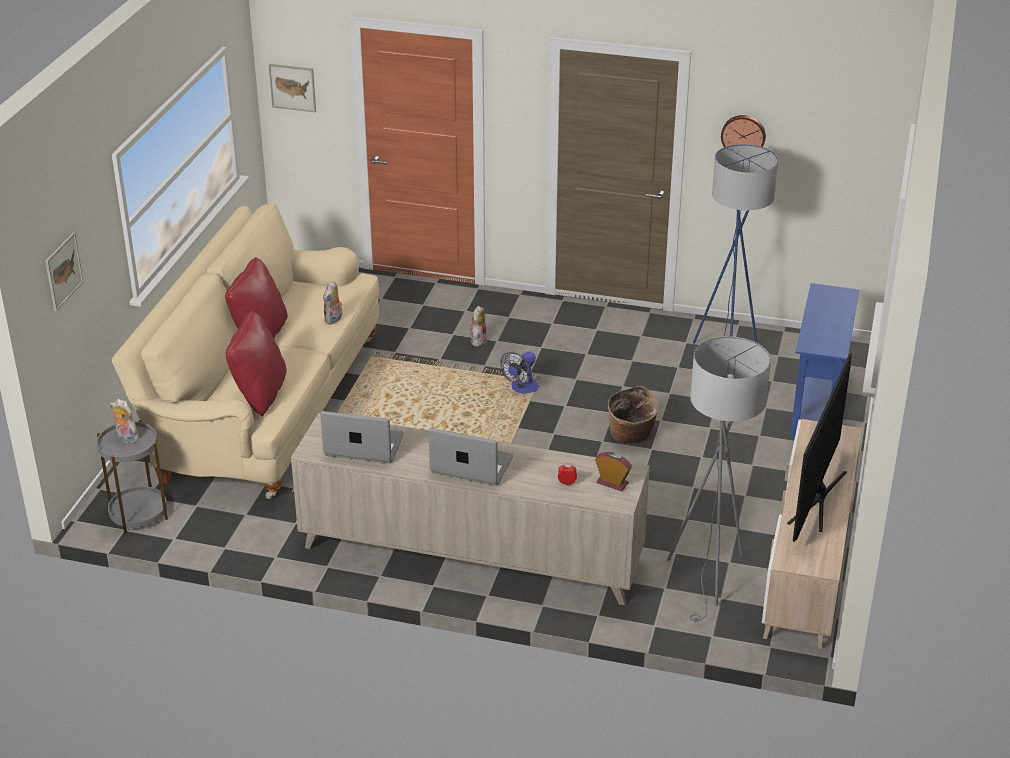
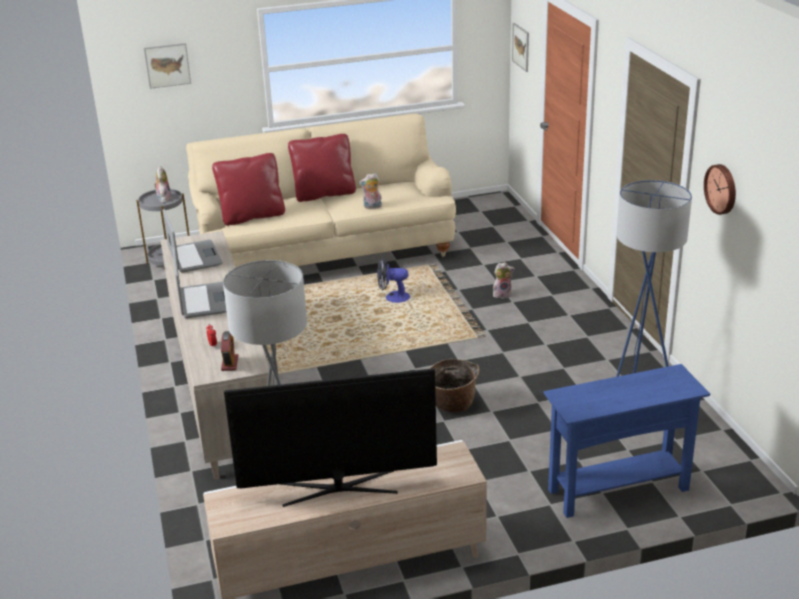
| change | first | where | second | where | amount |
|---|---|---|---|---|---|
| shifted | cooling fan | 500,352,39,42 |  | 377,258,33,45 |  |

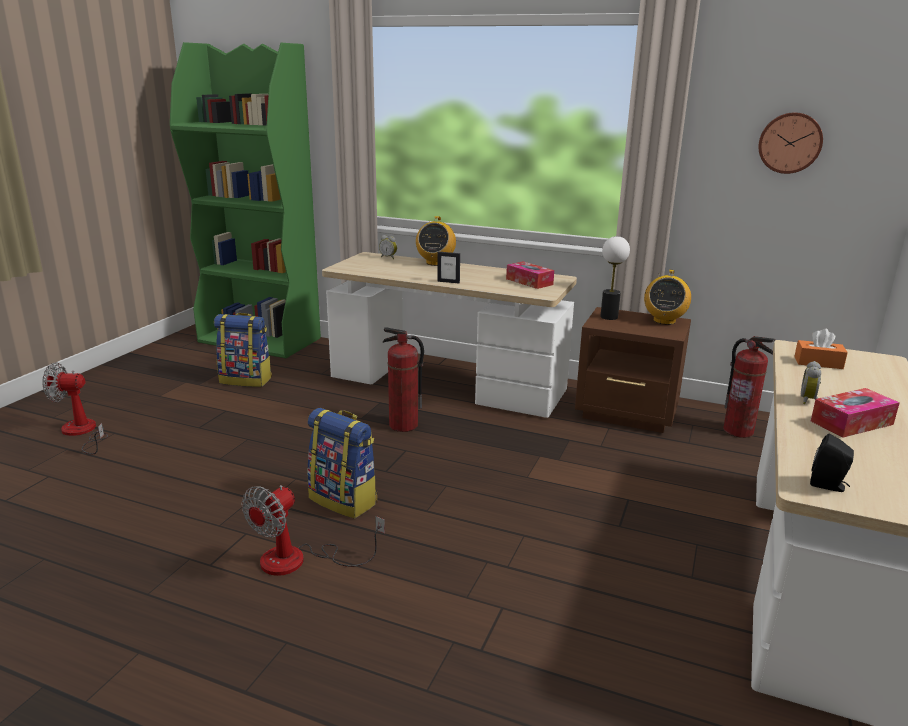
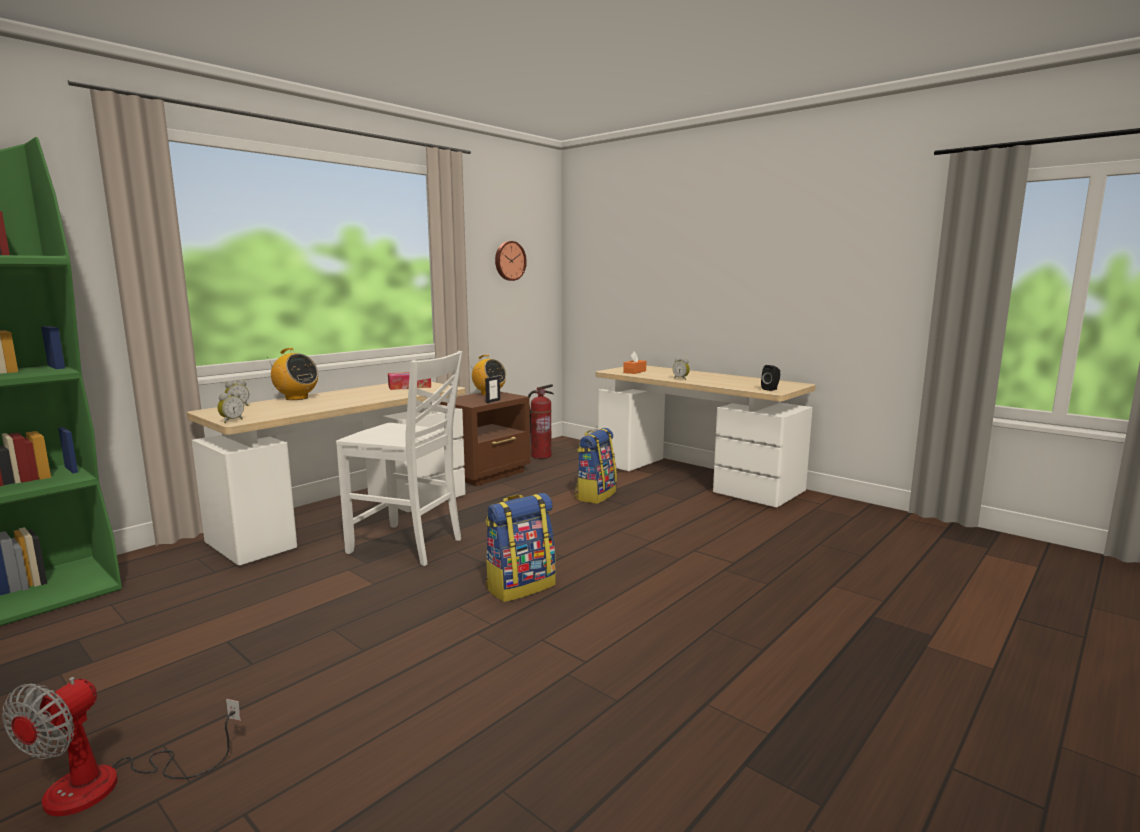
| change | first | where | second | where | amount |
|---|---|---|---|---|---|
| gone | cooling fan | 241,485,144,91 |  |  |  |
| gone | tabletop lamp | 600,236,30,84 |  |  |  |
| gone | box of tissues | 811,388,89,50 |  |  |  |
| new |  |  | alarm clock | 217,391,27,32 |  |
| shifted | knapsack | 214,313,58,74 |  | 574,428,43,76 |  |
| shifted | standing frame | 437,252,23,31 |  | 485,376,15,27 |  |
| swapped | extinguisher | 382,327,42,105 | upright chair/white | 336,351,127,215 |  |

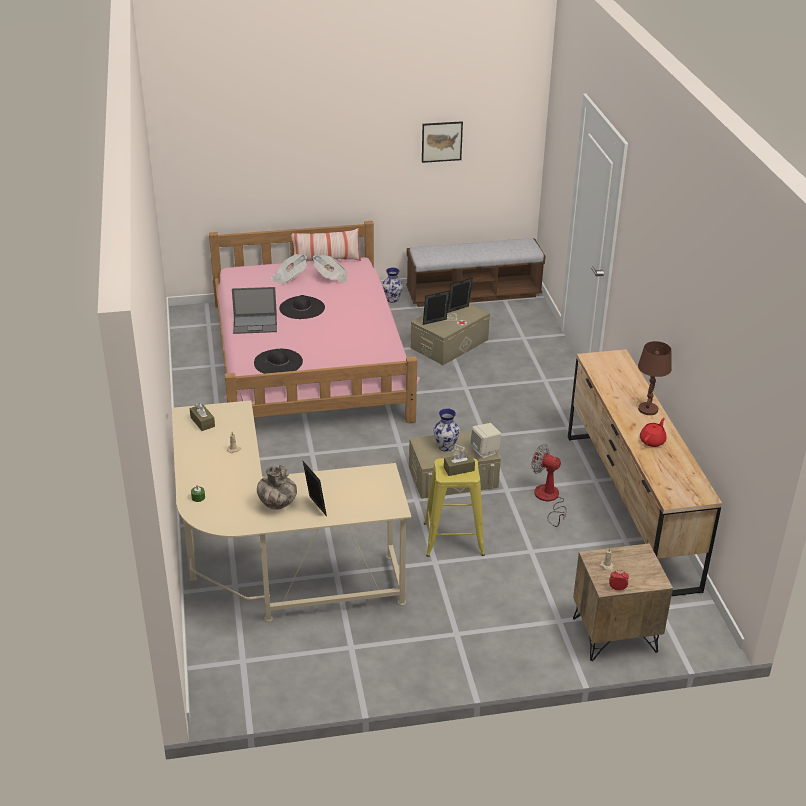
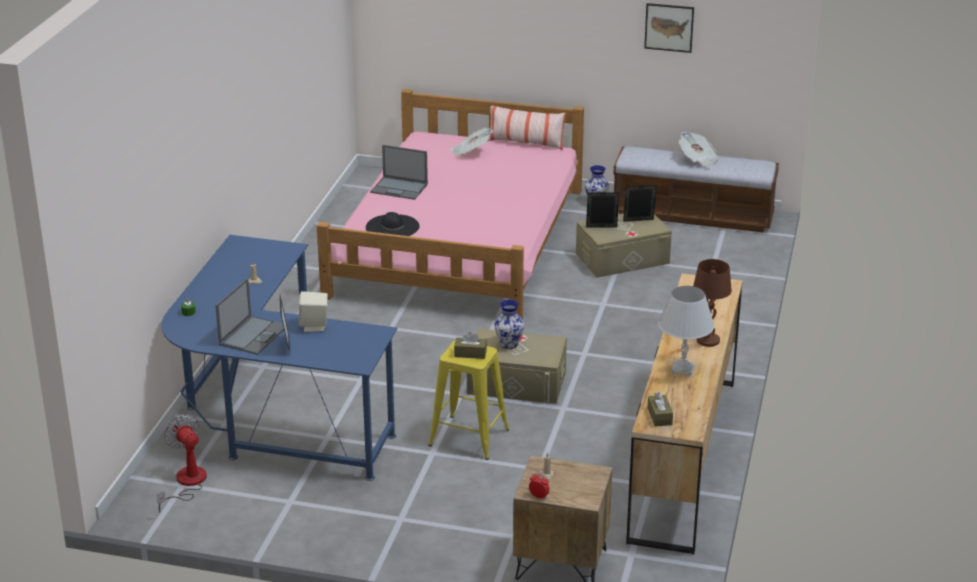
| change | first | where | second | where | amount |
|---|---|---|---|---|---|
| gone | hat/black-coloured | 279,295,46,24 |  |  |  |
| shifted | box of tissues/brown-coloured | 190,403,25,28 |  | 648,392,25,35 |  |
| shifted | newspaper | 313,255,35,29 |  | 679,132,40,37 |  |
| shifted | speaker/sand-coloured | 470,423,31,35 |  | 299,291,29,41 |  |
| shifted | cooling fan | 531,444,36,83 |  | 157,414,50,99 |  |
| swapped | flower vase | 257,465,40,45 | portable computer | 216,278,72,77 |  |
| swapped | tea pot/red | 640,418,27,29 | tabletop lamp/white | 658,286,56,91 |  |
| repainted | desk table/sand-coloured | 172,400,240,222 | desk table/bluish | 161,235,236,246 |  |

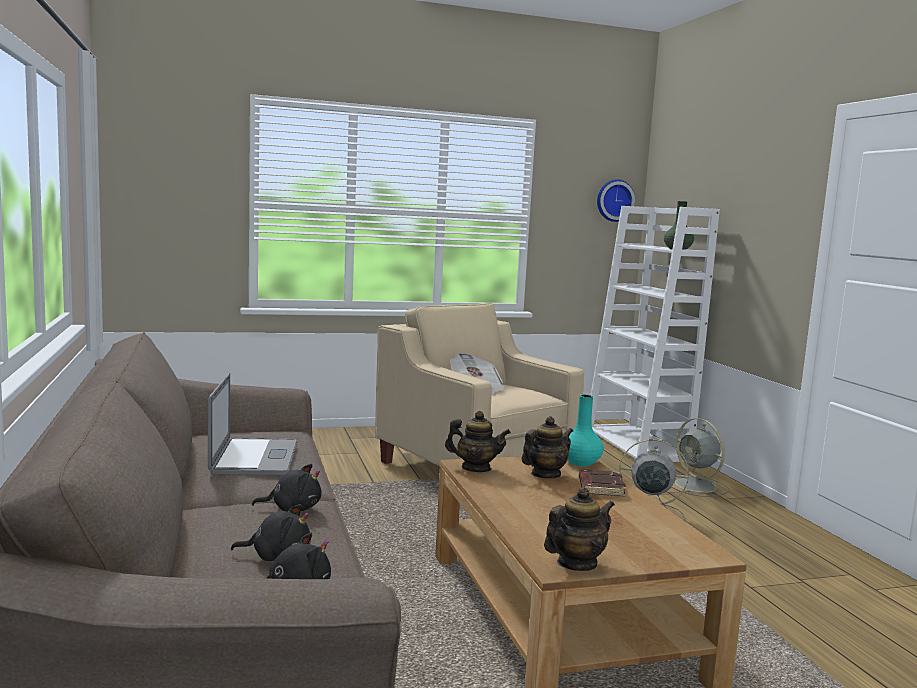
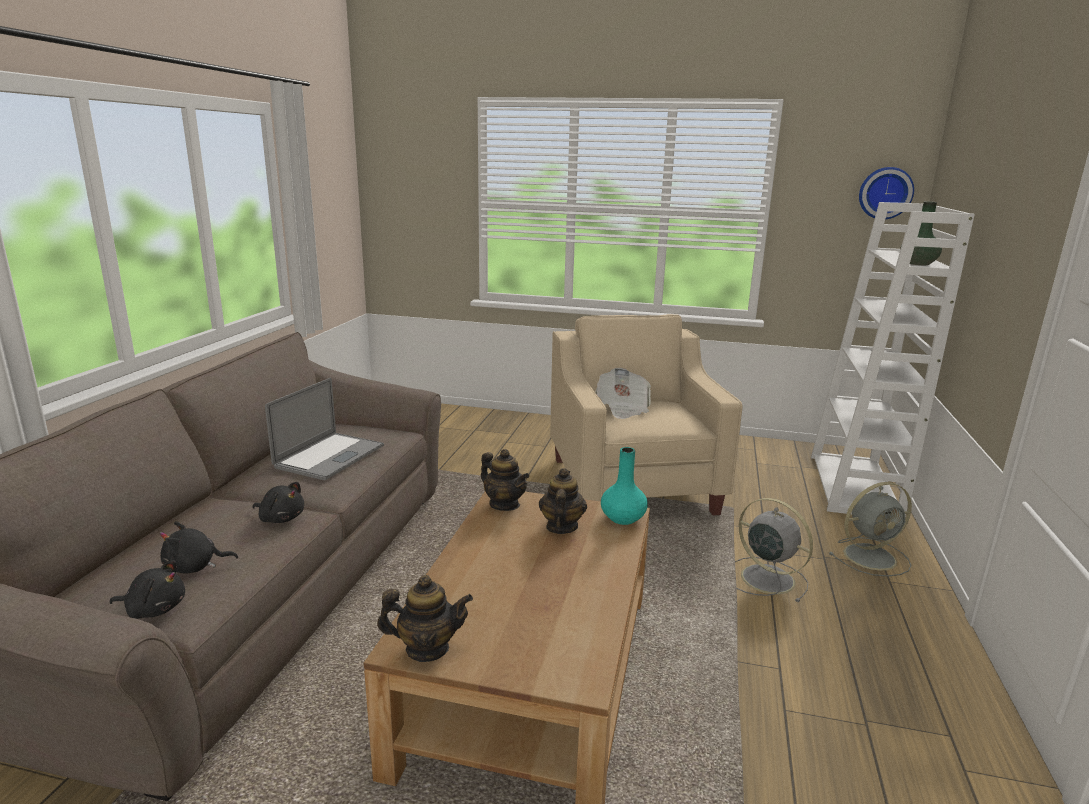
| change | first | where | second | where | amount |
|---|---|---|---|---|---|
| gone | volume/brown-coloured | 579,469,47,28 |  |  |  |
| rotated | soft toy/black-coloured | 231,504,80,57 |  | 160,521,78,53 | 135 degrees clockwise |
| rotated | tea pot | 522,416,51,62 |  | 539,468,48,66 | 75 degrees counterclockwise |
| rotated | cooling fan/grey | 671,418,59,79 |  | 829,482,83,95 | 105 degrees counterclockwise |

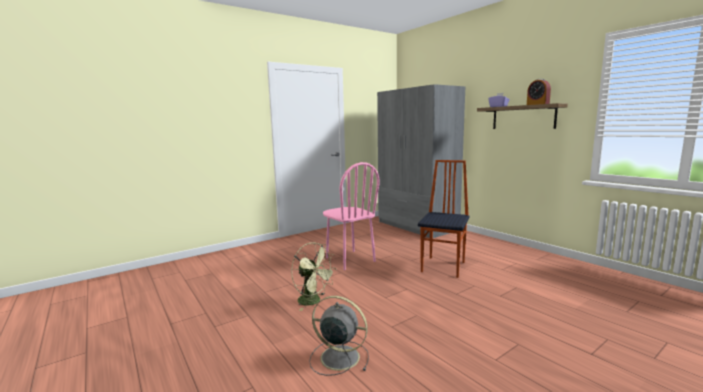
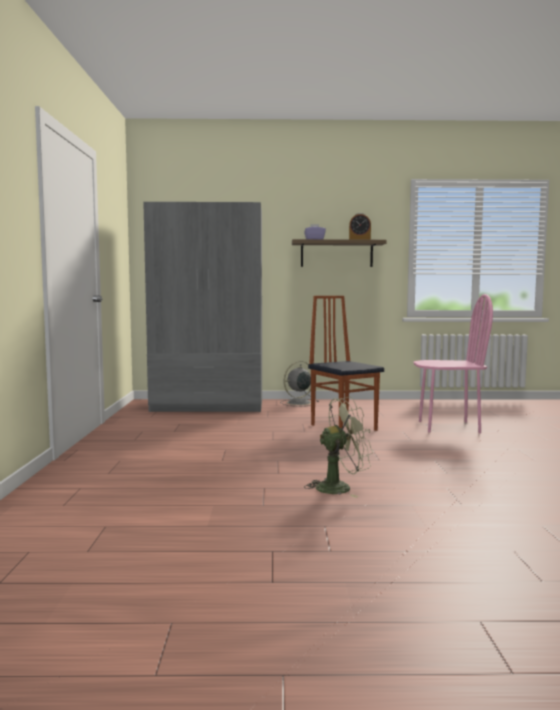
| change | first | where | second | where | amount |
|---|---|---|---|---|---|
| shifted | cooling fan/grey | 309,296,60,80 |  | 280,361,39,46 |  |
| shifted | upright chair/pinkish | 323,162,57,108 |  | 414,294,79,139 |  |

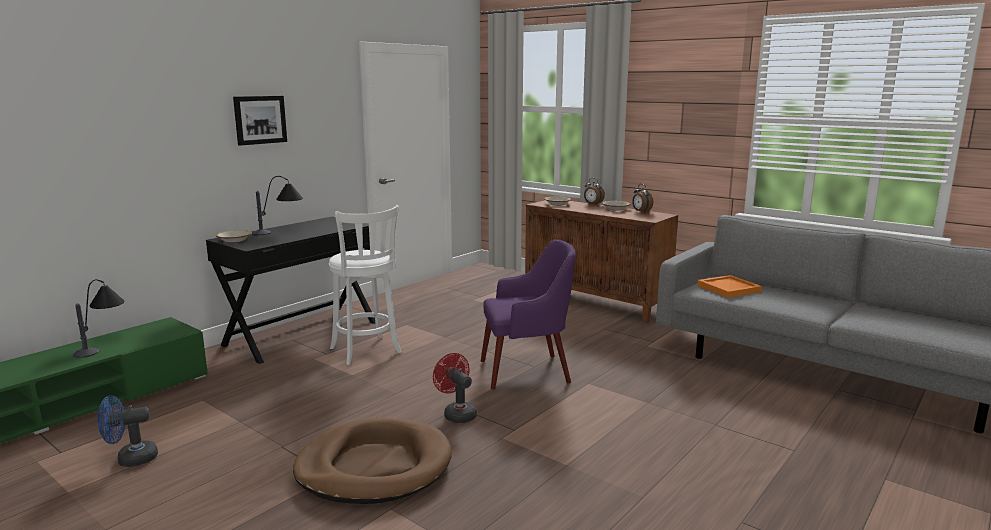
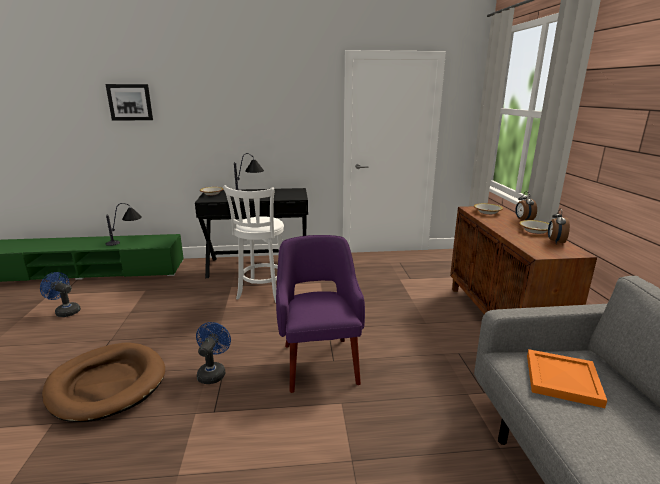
| change | first | where | second | where | amount |
|---|---|---|---|---|---|
| shifted | wall picture | 233,96,54,50 |  | 105,84,48,37 |  |
| repainted | cooling fan/red | 433,353,44,70 | cooling fan/bluish | 196,322,35,62 |  |
| rotated | lounge chair/purplish | 481,239,95,151 |  | 276,235,89,158 | 135 degrees counterclockwise |

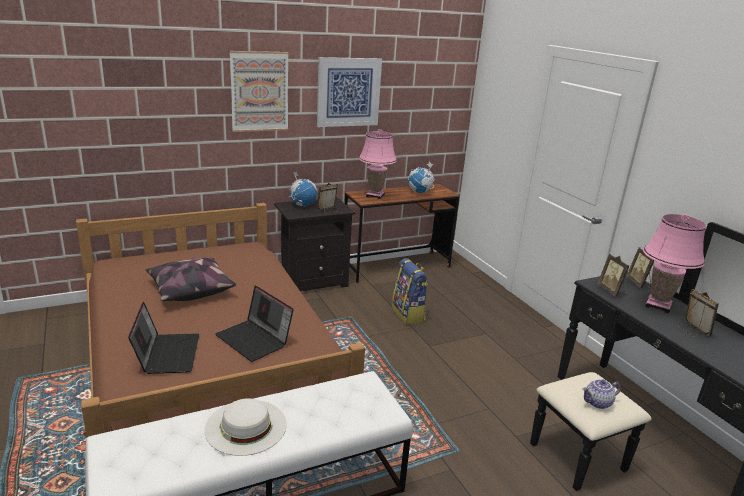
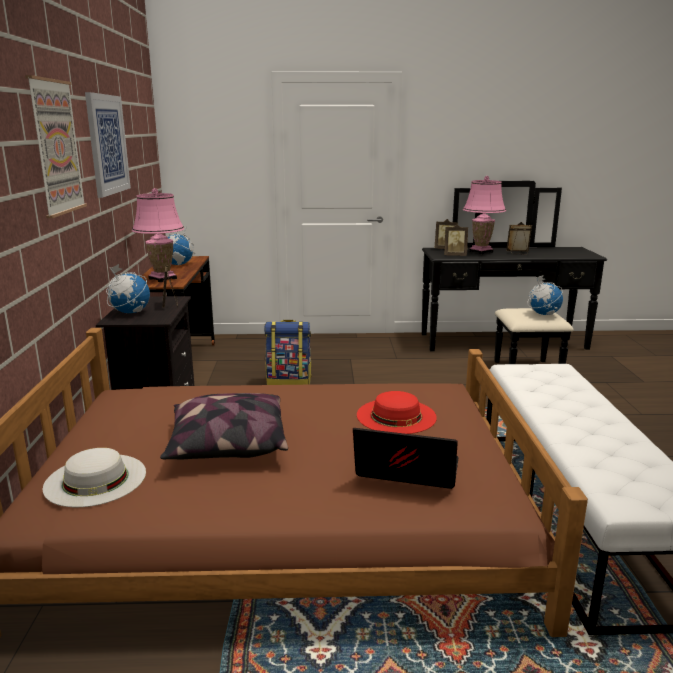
| change | first | where | second | where | amount |
|---|---|---|---|---|---|
| shifted | hat/white | 205,398,82,58 |  | 43,448,103,59 |  |
| swapped | portable computer | 215,286,79,76 | hat/red | 357,391,80,43 |  |
| swapped | tea pot | 582,379,39,30 | world globe | 527,275,36,40 |  |

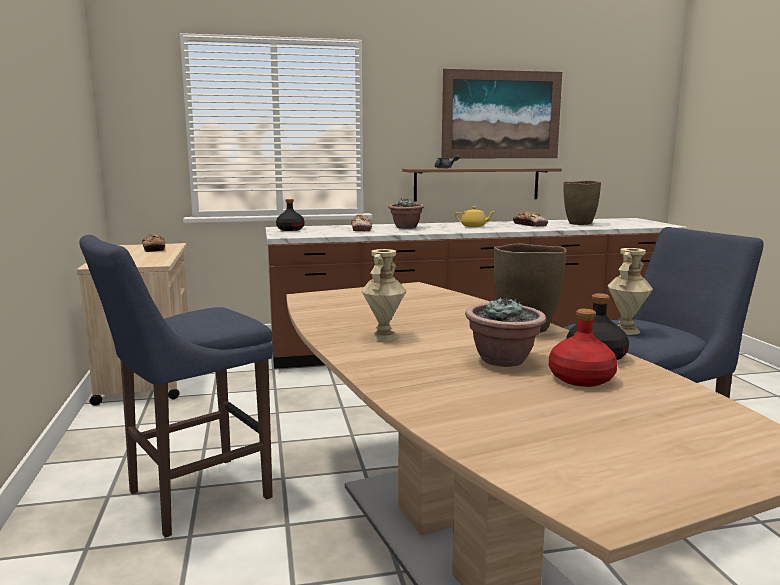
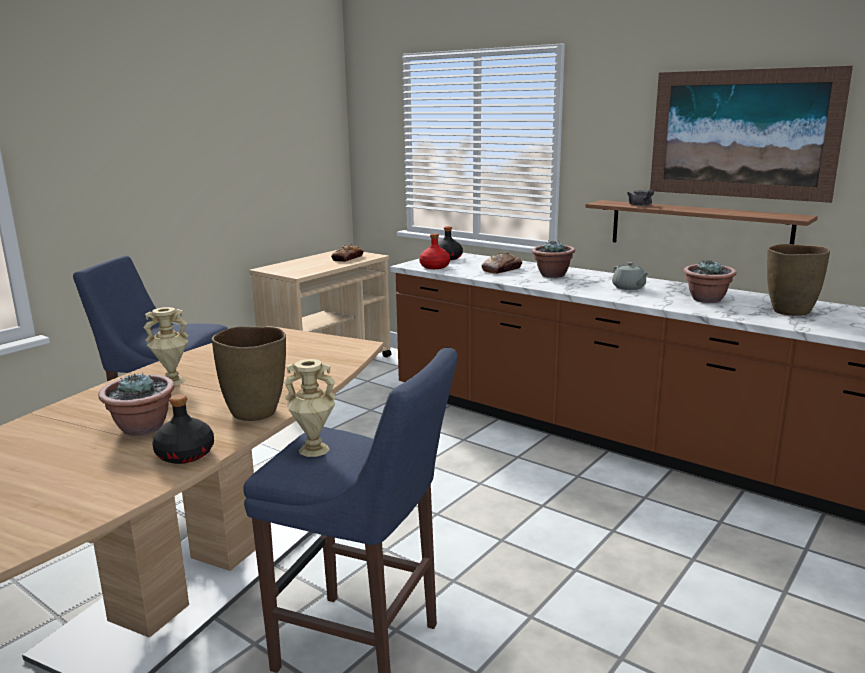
| change | first | where | second | where | amount |
|---|---|---|---|---|---|
| shifted | drink bottle/red | 549,309,69,78 |  | 419,233,31,36 |  |
| swapped | bakery bread | 513,211,35,16 | plant in a pot | 683,260,53,43 |  |
| repainted | tea pot/yellow-coloured | 455,206,41,21 | tea pot/grey | 612,262,37,28 |  |

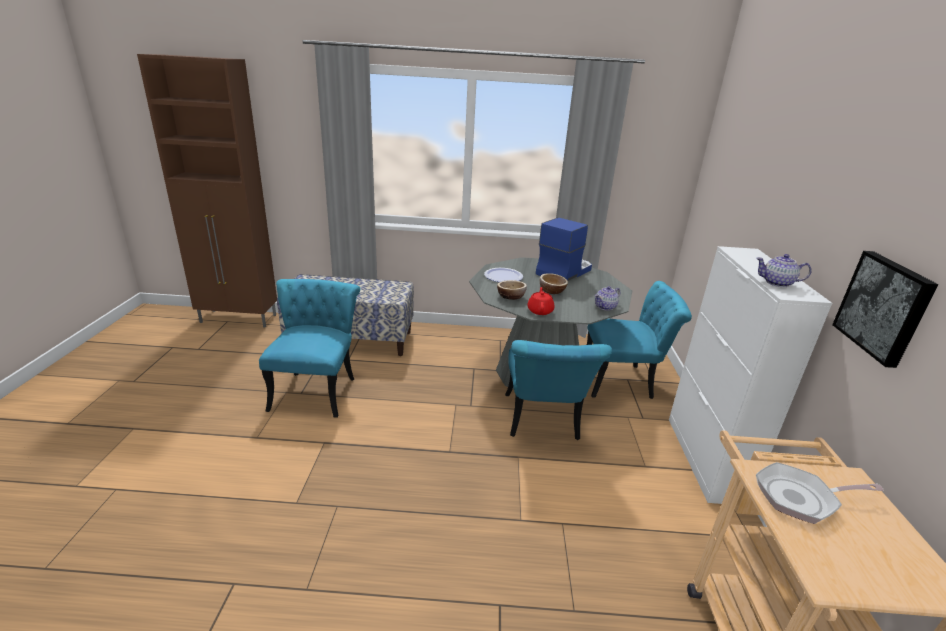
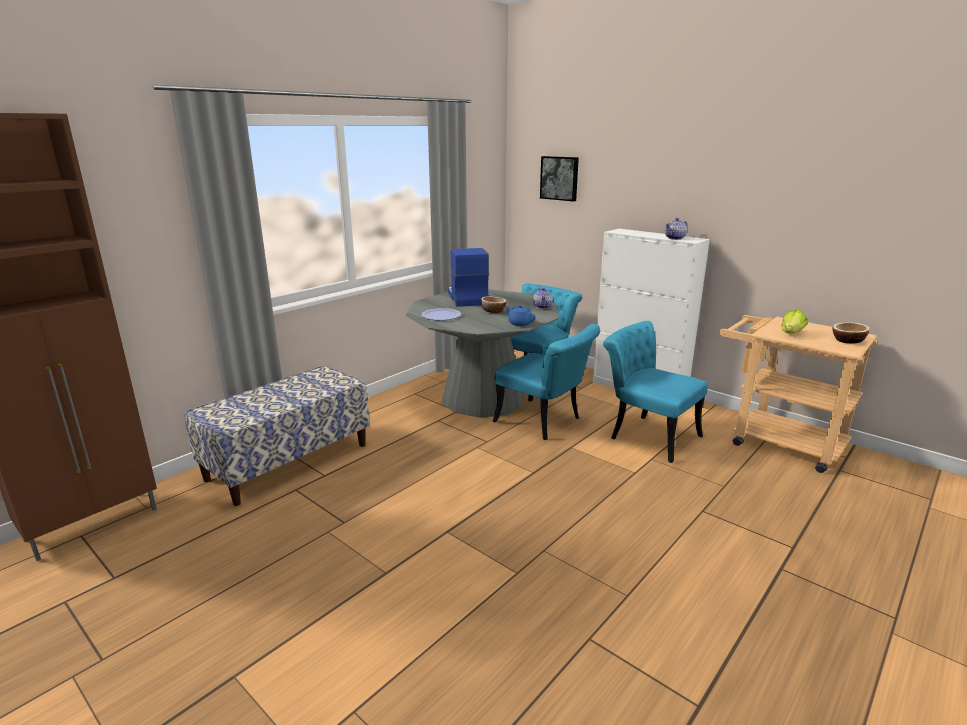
| change | first | where | second | where | amount |
|---|---|---|---|---|---|
| shifted | upright chair/turquoise | 259,279,101,139 |  | 603,321,105,142 |  |
| shifted | bowl | 497,280,30,20 |  | 832,322,38,22 |  |
| shifted | wall picture | 832,251,107,117 |  | 540,156,39,45 |  |
| swapped | skillet | 756,462,128,62 | lettuce | 781,310,27,23 |  |
| repainted | tea pot/red | 527,287,28,28 | tea pot/bluish | 505,305,31,21 |  |

